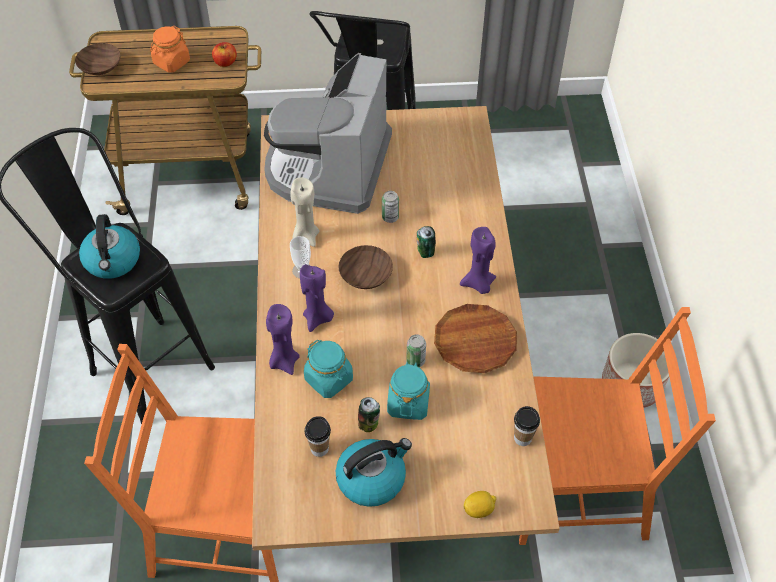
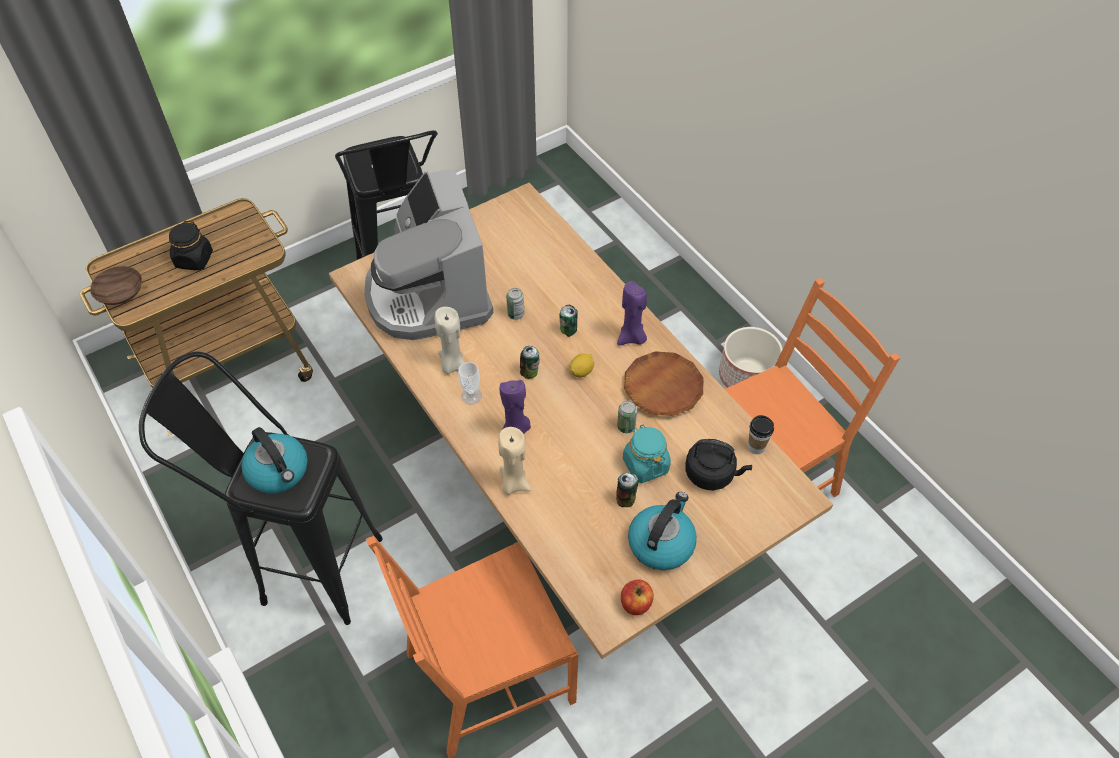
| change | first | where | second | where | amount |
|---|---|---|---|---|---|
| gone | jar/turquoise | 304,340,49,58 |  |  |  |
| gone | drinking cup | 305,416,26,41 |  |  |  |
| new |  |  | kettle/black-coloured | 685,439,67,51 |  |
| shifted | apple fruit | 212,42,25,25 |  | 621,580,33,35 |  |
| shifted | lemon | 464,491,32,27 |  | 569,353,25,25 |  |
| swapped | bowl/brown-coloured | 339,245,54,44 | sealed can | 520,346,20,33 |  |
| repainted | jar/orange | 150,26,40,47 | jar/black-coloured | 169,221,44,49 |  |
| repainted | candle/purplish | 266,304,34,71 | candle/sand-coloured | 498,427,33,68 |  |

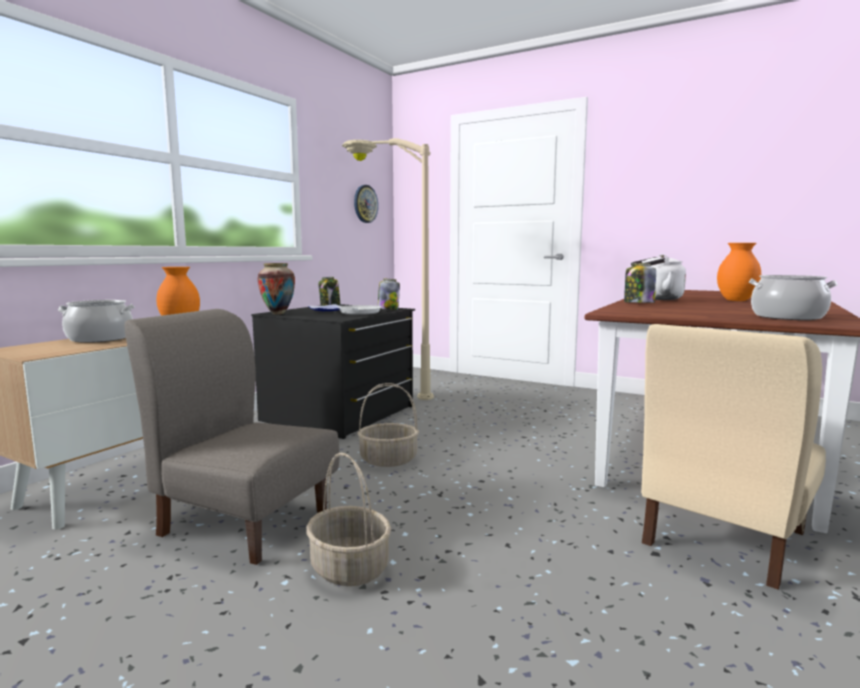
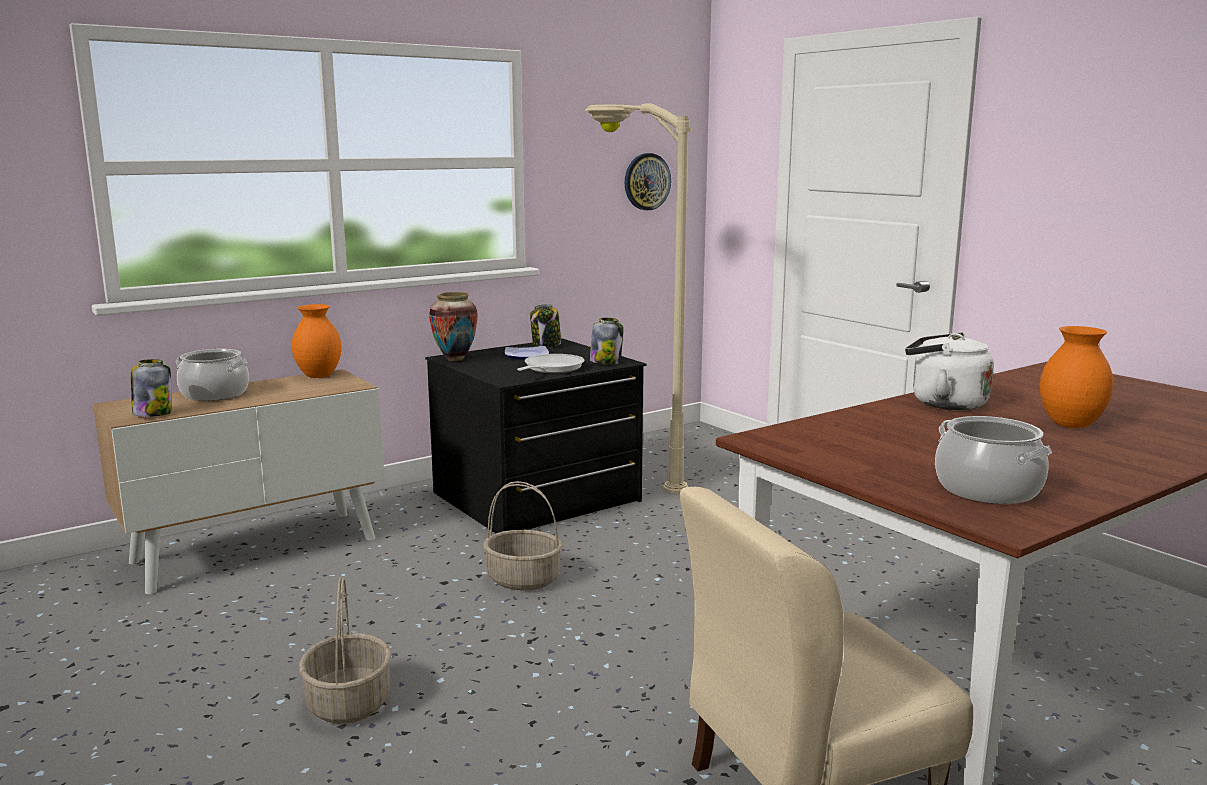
| change | first | where | second | where | amount |
|---|---|---|---|---|---|
| gone | upright chair/grey | 125,309,215,256 |  |  |  |
| shifted | jar | 624,263,32,40 |  | 131,359,41,58 |  |

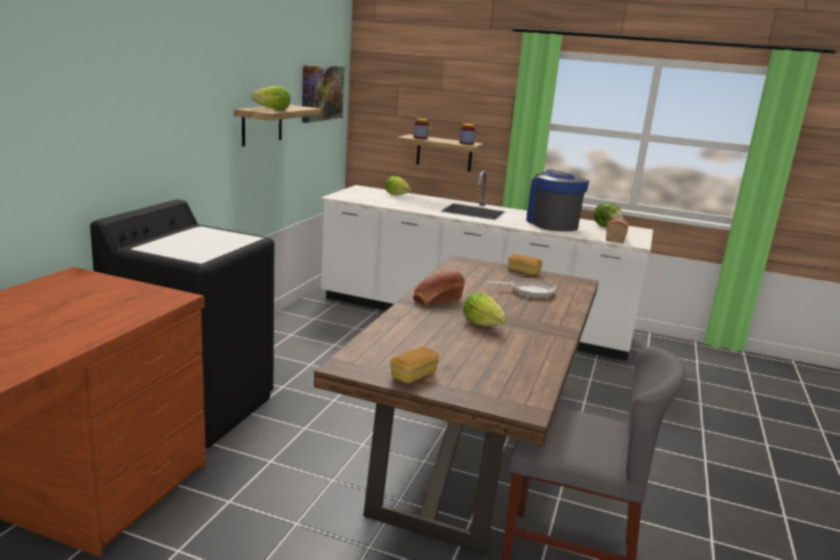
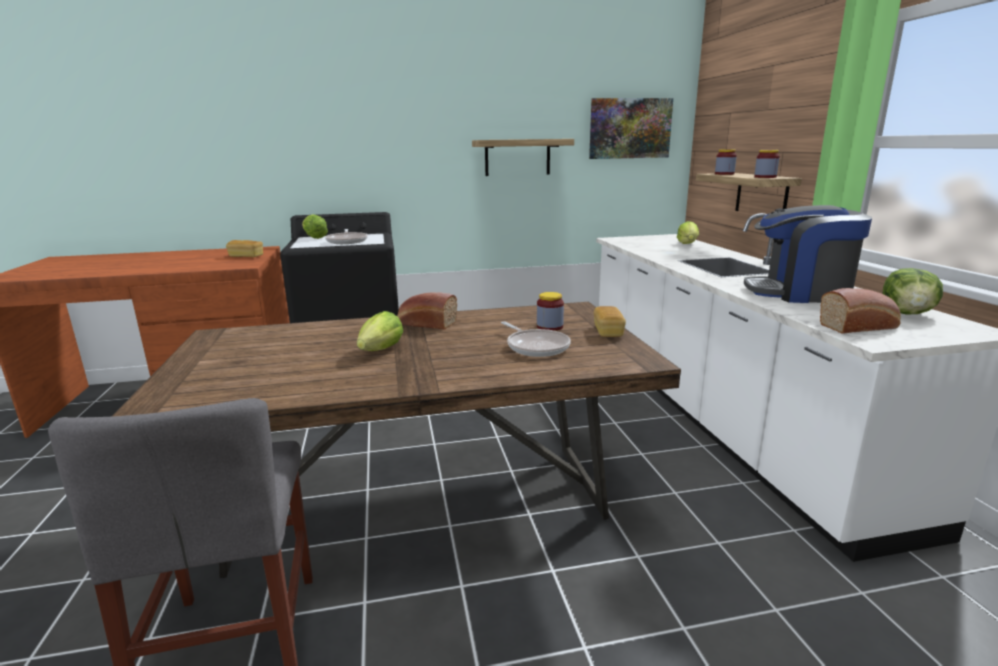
| change | first | where | second | where | amount |
|---|---|---|---|---|---|
| new |  |  | skillet | 325,229,43,15 |  |
| new |  |  | jar | 537,292,27,39 |  |
| shifted | lettuce | 252,86,38,24 |  | 302,215,26,24 |  |
| shifted | bakery bread | 390,347,49,36 |  | 226,240,37,17 |  |
| rotated | coffee machine | 526,170,63,61 |  | 744,205,128,98 | 120 degrees counterclockwise |

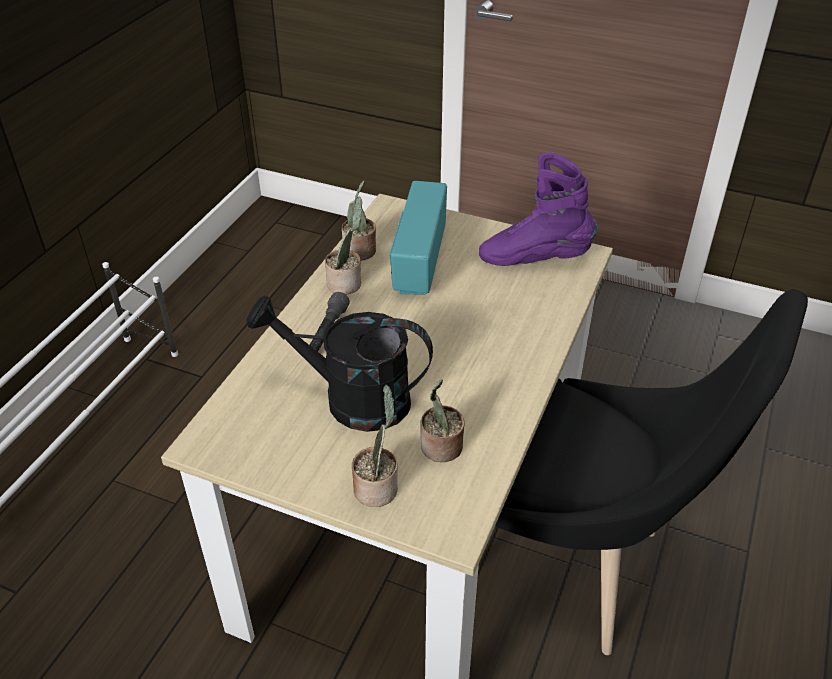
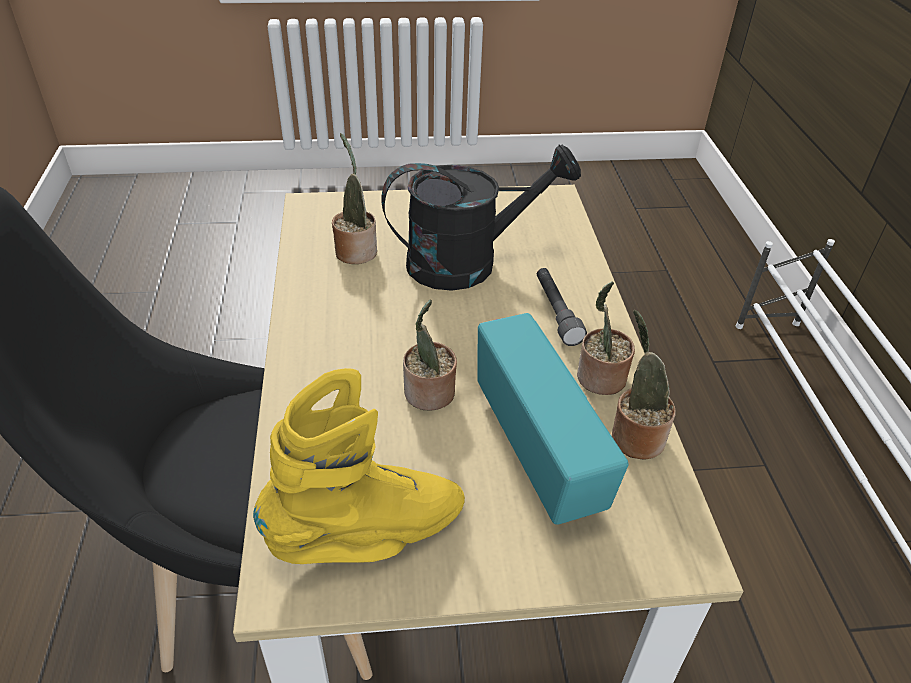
| change | first | where | second | where | amount |
|---|---|---|---|---|---|
| shifted | plant in a pot | 352,385,46,122 |  | 403,300,54,110 |  |
| repainted | high-top boot/purplish | 479,152,118,114 | high-top boot/yellow-coloured | 253,368,212,196 |  |

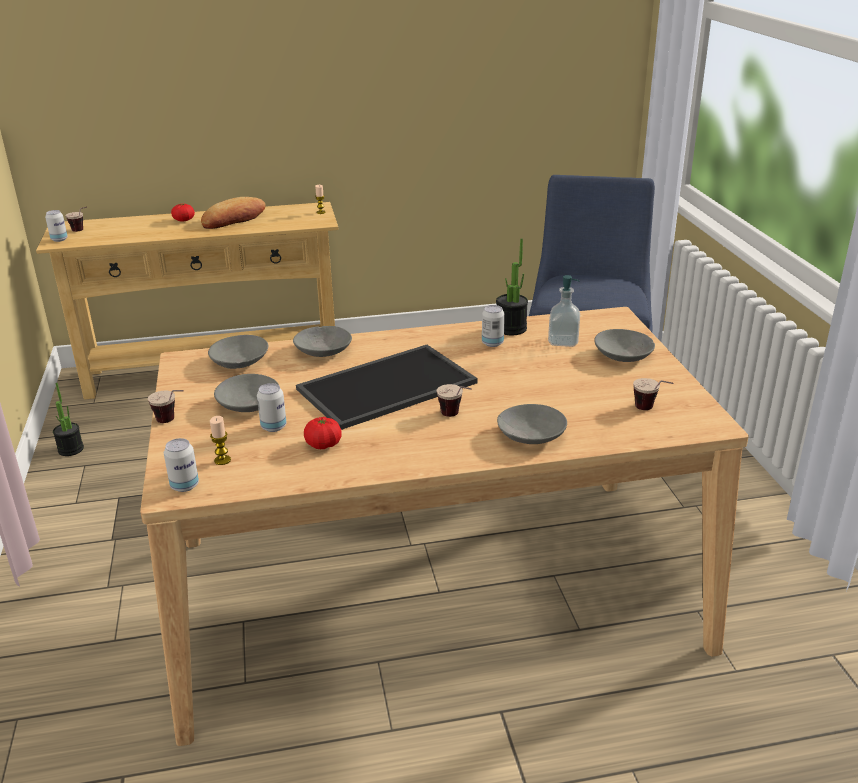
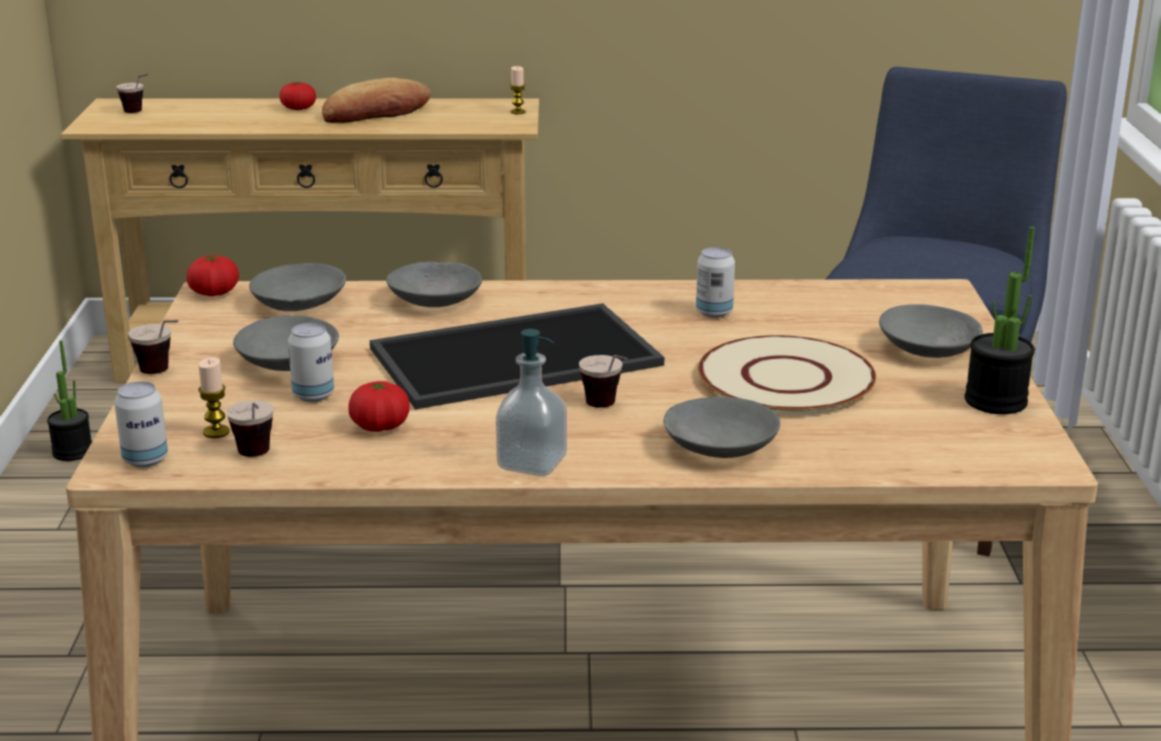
| change | first | where | second | where | amount |
|---|---|---|---|---|---|
| gone | sealed can | 45,210,23,32 |  |  |  |
| new |  |  | whole tomato | 186,255,53,41 |  |
| new |  |  | dinner plate/sand-coloured | 698,335,178,79 |  |
| shifted | plant in a pot | 496,238,32,98 |  | 965,227,70,187 |  |
| shifted | soap bottle | 548,275,32,72 |  | 496,329,71,147 |  |
| shifted | drinking cup | 633,378,41,32 |  | 226,400,47,57 |  |

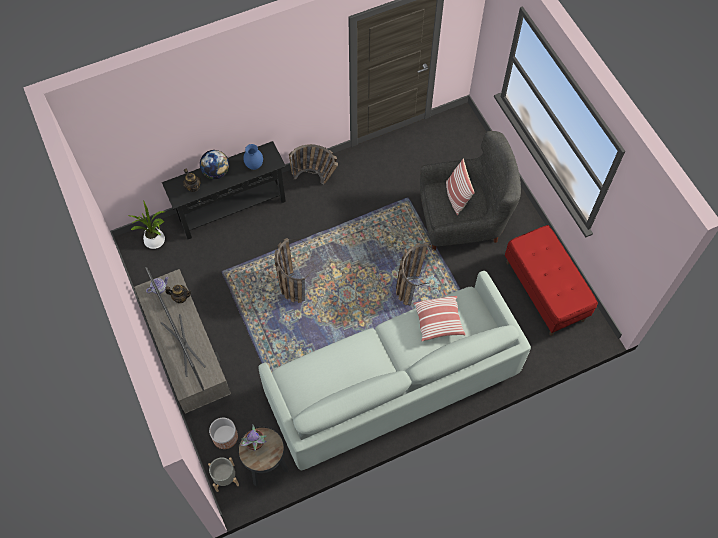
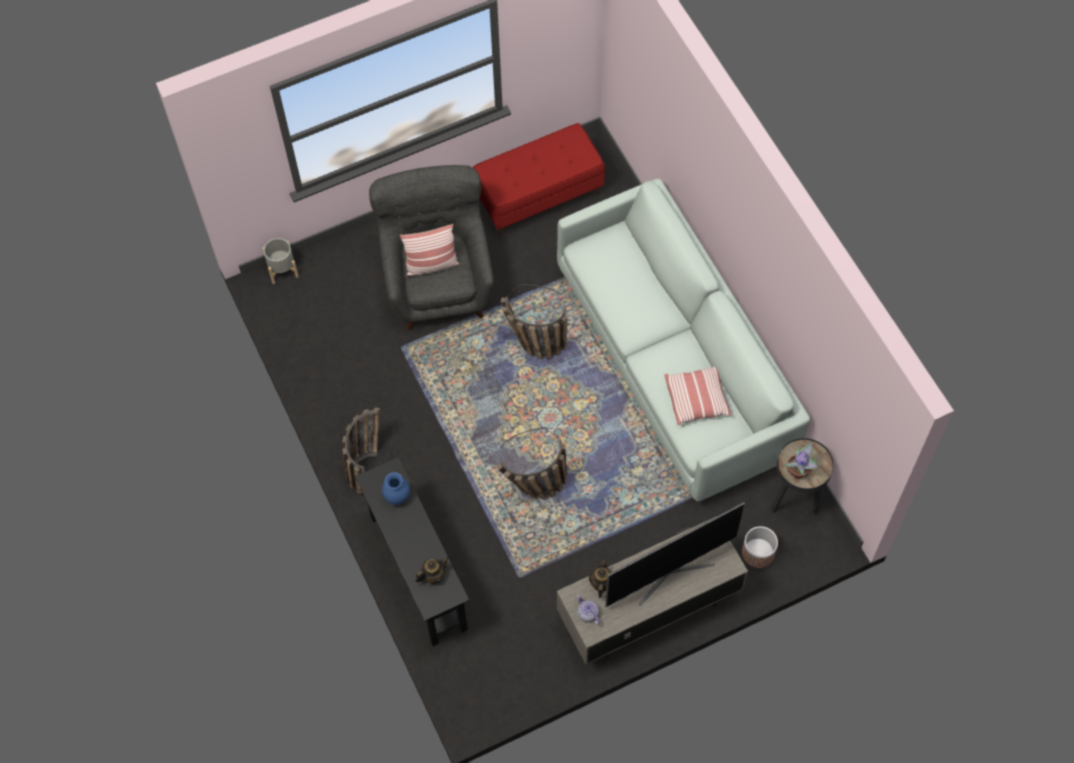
| change | first | where | second | where | amount |
|---|---|---|---|---|---|
| gone | plant in a pot | 129,200,36,49 |  |  |  |
| gone | world globe | 200,150,29,29 |  |  |  |
| shifted | plant pot/grey | 208,457,31,35 |  | 262,238,37,46 |  |
| shifted | cushion | 413,296,53,46 |  | 664,367,68,58 |  |

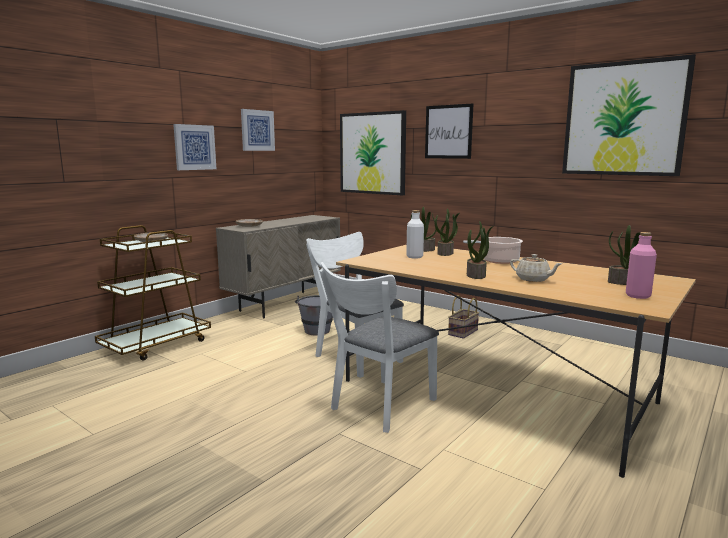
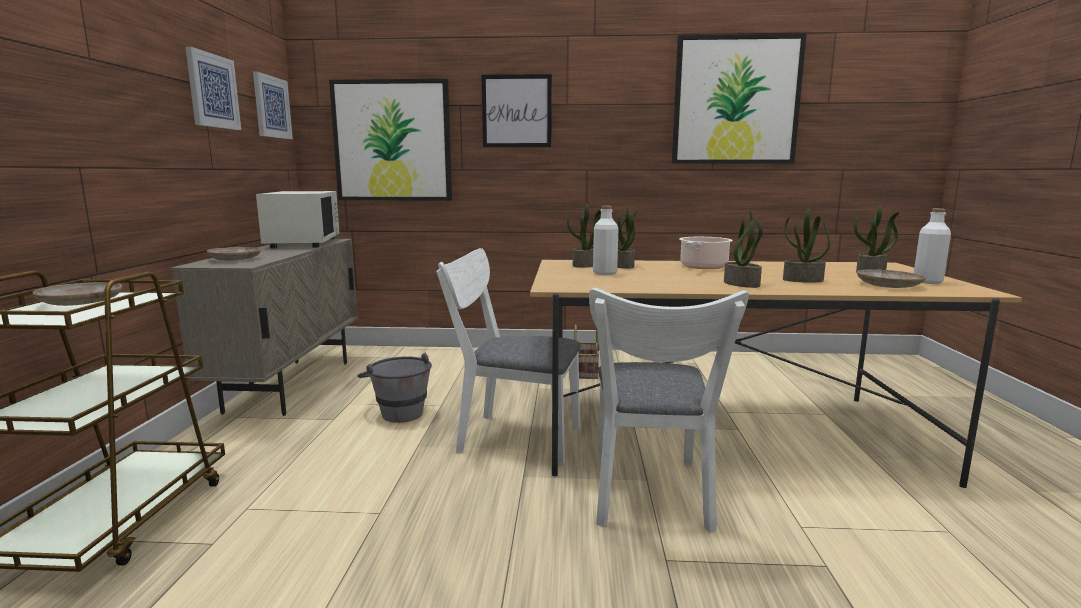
| change | first | where | second | where | amount |
|---|---|---|---|---|---|
| new |  |  | microwave oven/white | 256,191,84,57 |  |
| new |  |  | dinner plate/sand-coloured | 857,269,68,19 |  |
| shifted | wall picture | 173,124,43,46 |  | 253,72,40,67 |  |
| swapped | tea pot/sand-coloured | 510,254,53,28 | plant in a pot | 783,208,48,75 |  |
| repainted | drink bottle/pinkish | 626,232,31,67 | drink bottle/white | 914,209,37,75 |  |

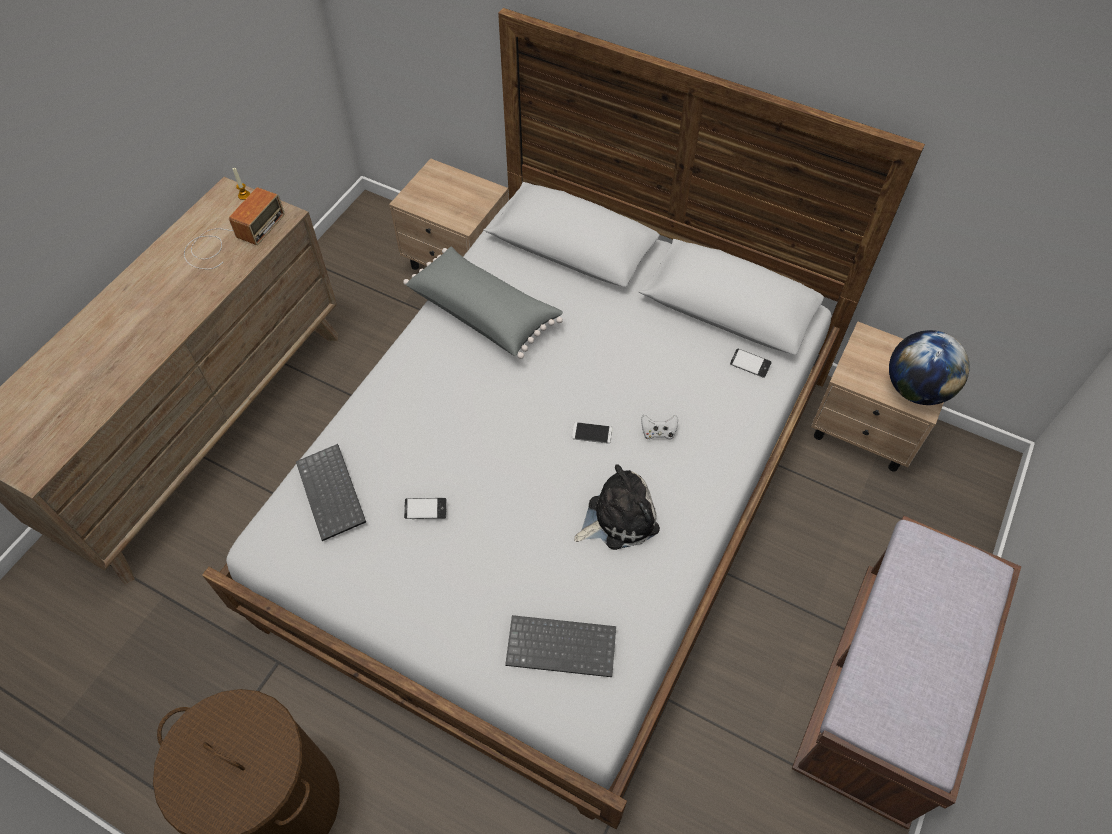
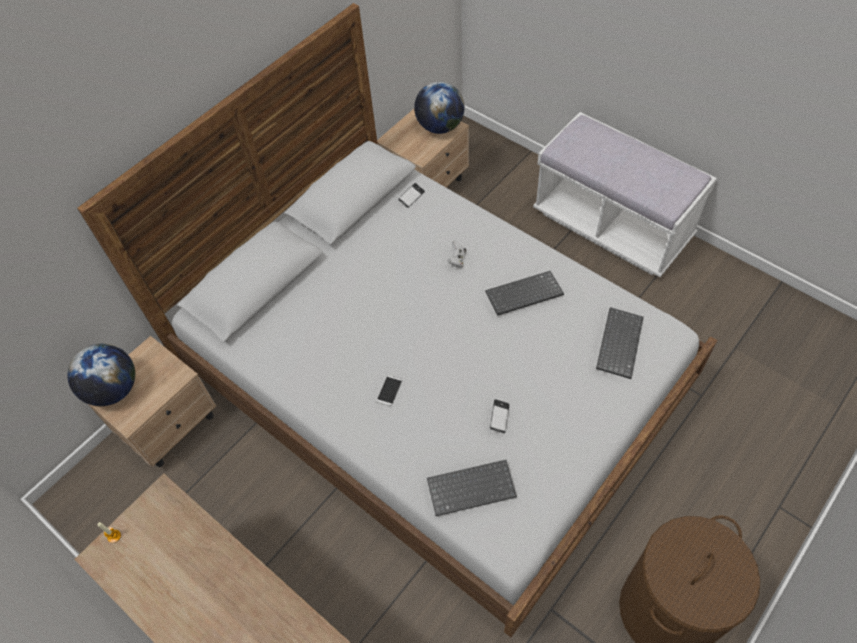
| change | first | where | second | where | amount |
|---|---|---|---|---|---|
| gone | radio | 184,187,101,82 |  |  |  |
| gone | cushion/grey | 403,247,160,112 |  |  |  |
| new |  |  | world globe | 67,343,68,63 |  |
| shifted | handset | 572,422,41,22 |  | 377,375,25,31 |  |
| swapped | soft toy | 574,464,86,86 | PC keyboard | 485,271,79,45 |  |
| repainted | bench/brown-coloured | 792,516,229,313 | bench/white | 533,112,184,165 |  |

